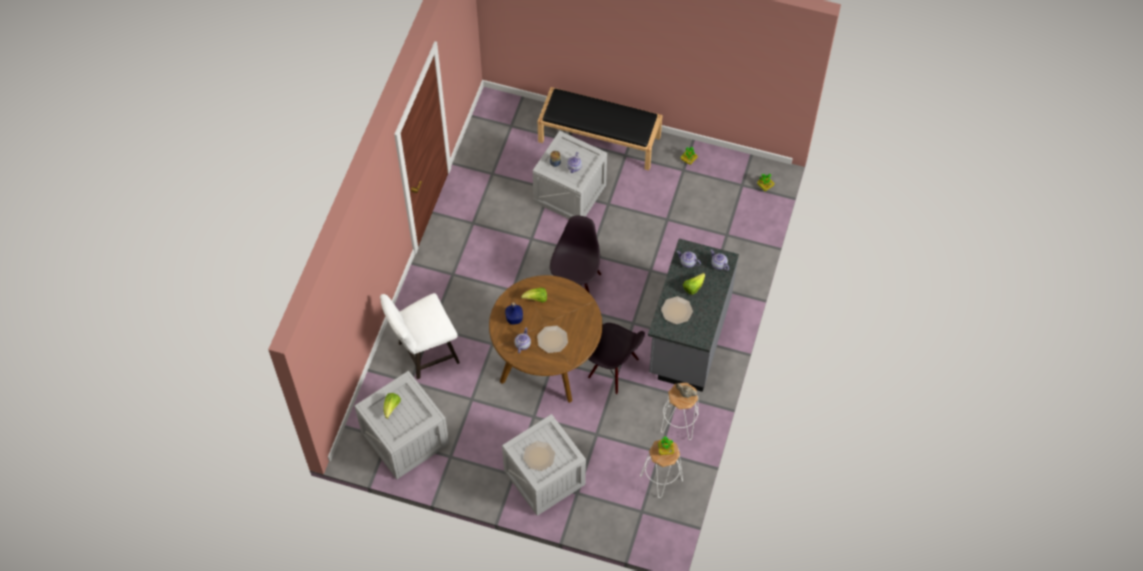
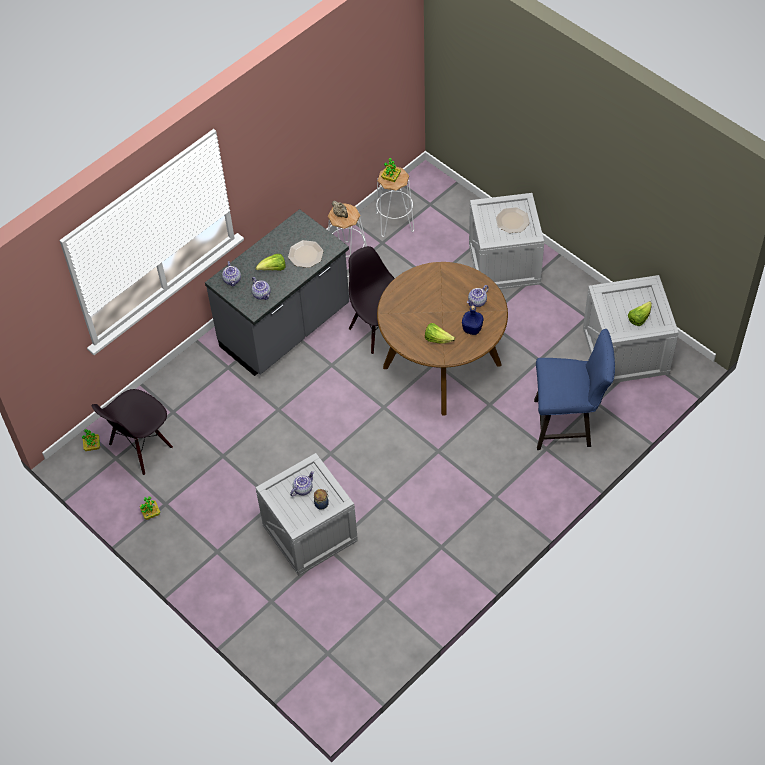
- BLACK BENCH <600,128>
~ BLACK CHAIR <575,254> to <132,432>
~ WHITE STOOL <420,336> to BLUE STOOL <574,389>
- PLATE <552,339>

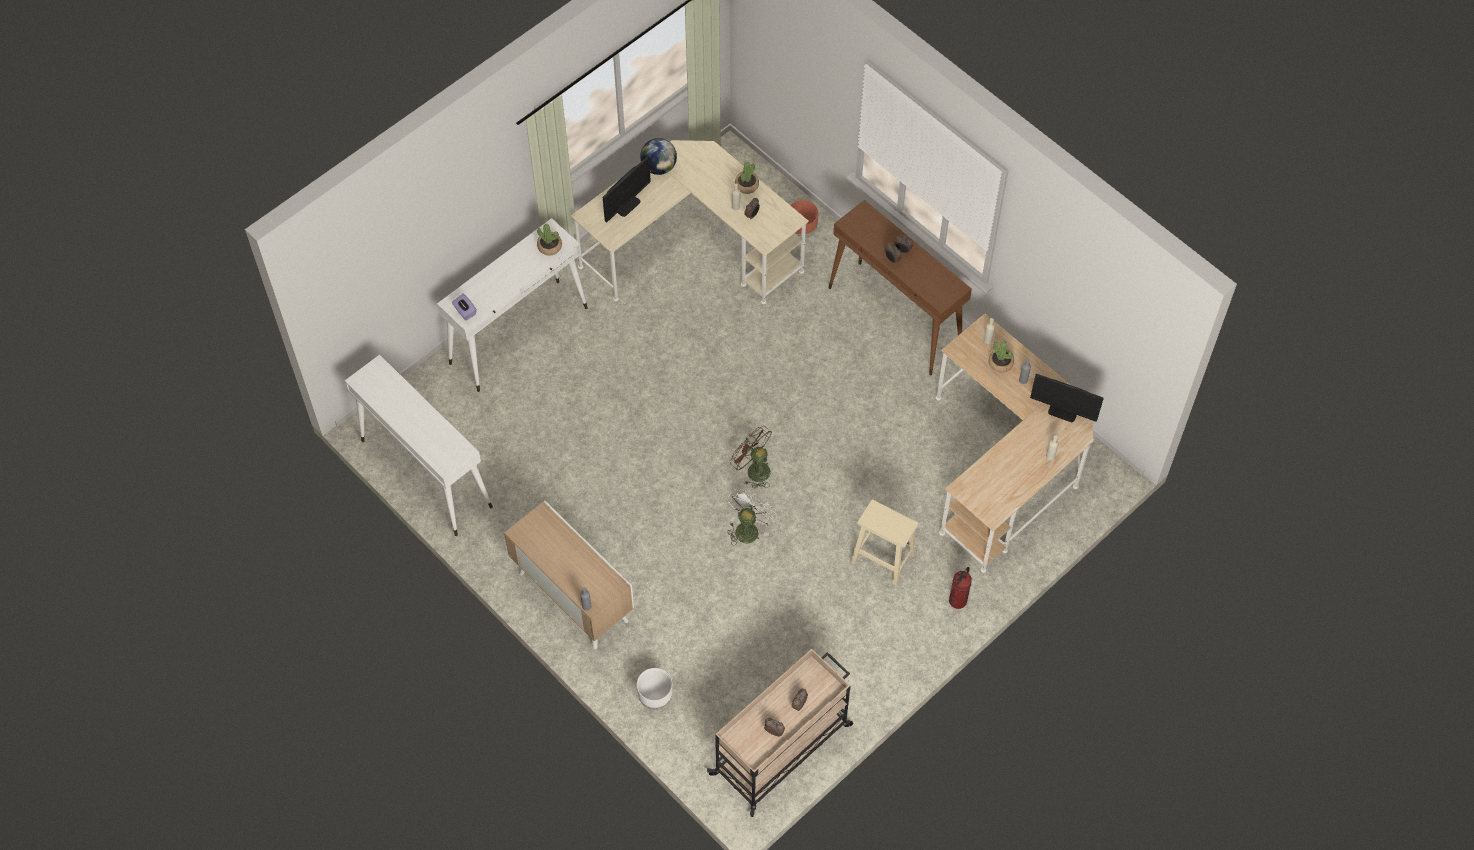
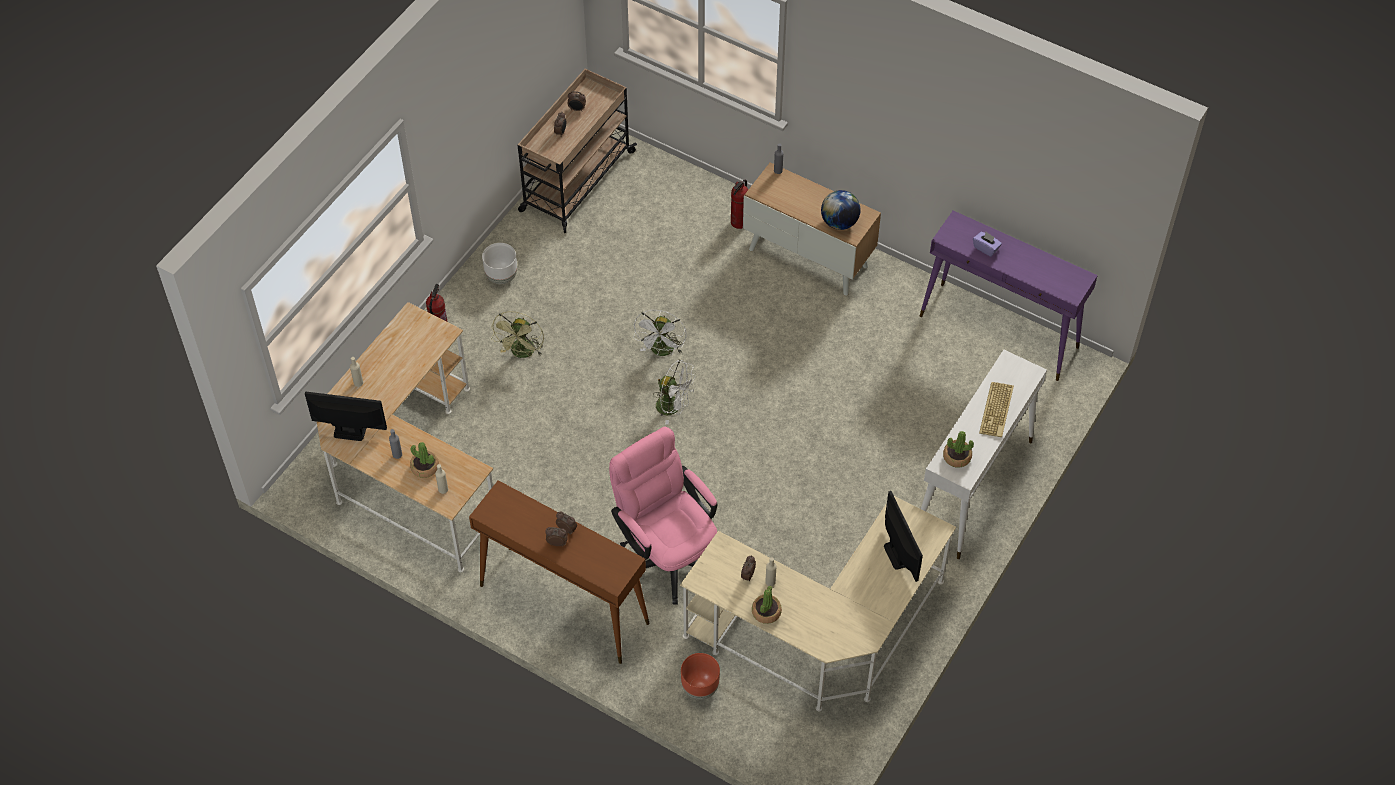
~ GLOBE <658,156> to <841,210>
~ MONITOR <627,189> = <903,536> 135 degrees clockwise
~ PURPLE TISSUE BOX <464,306> to <987,244>
~ WHITE CONSOLE TABLE <419,445> to PURPLE CONSOLE TABLE <1009,296>
~ BROWN FAN <751,457> to WHITE FAN <674,392>
~ BEIGE STOOL <885,542> to GREEN FAN <517,334>
~ WHITE PLANTER <655,689> to <499,263>
+ FIRE EXTINGUISHER <739,204>
+ KEYBOARD <996,409>
+ PINK OFFICE CHAIR <663,516>

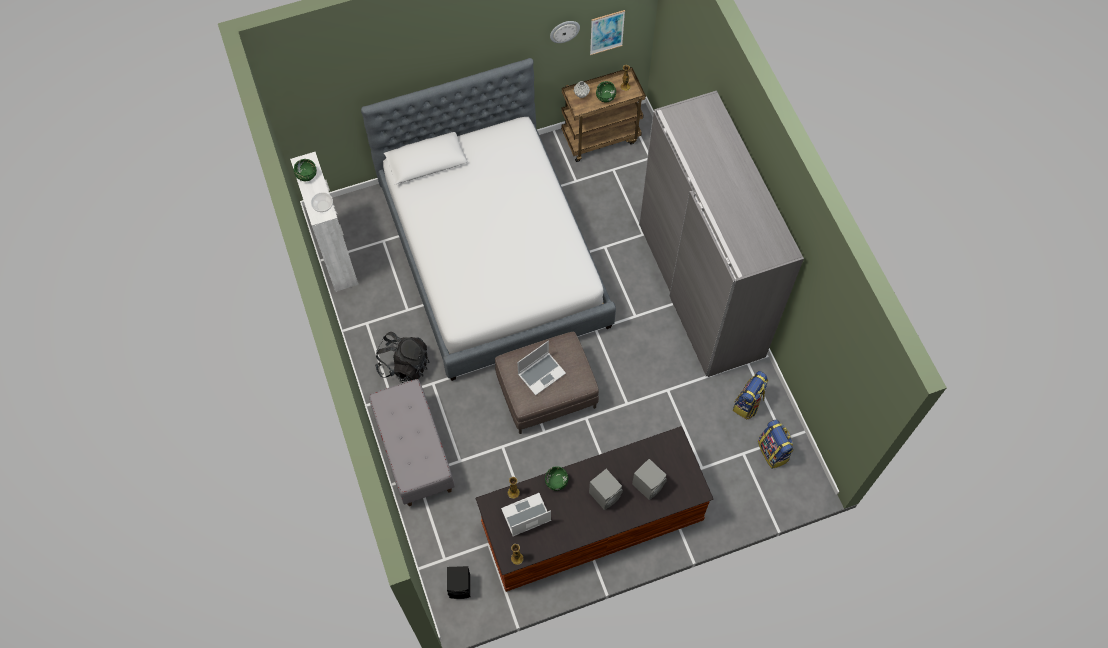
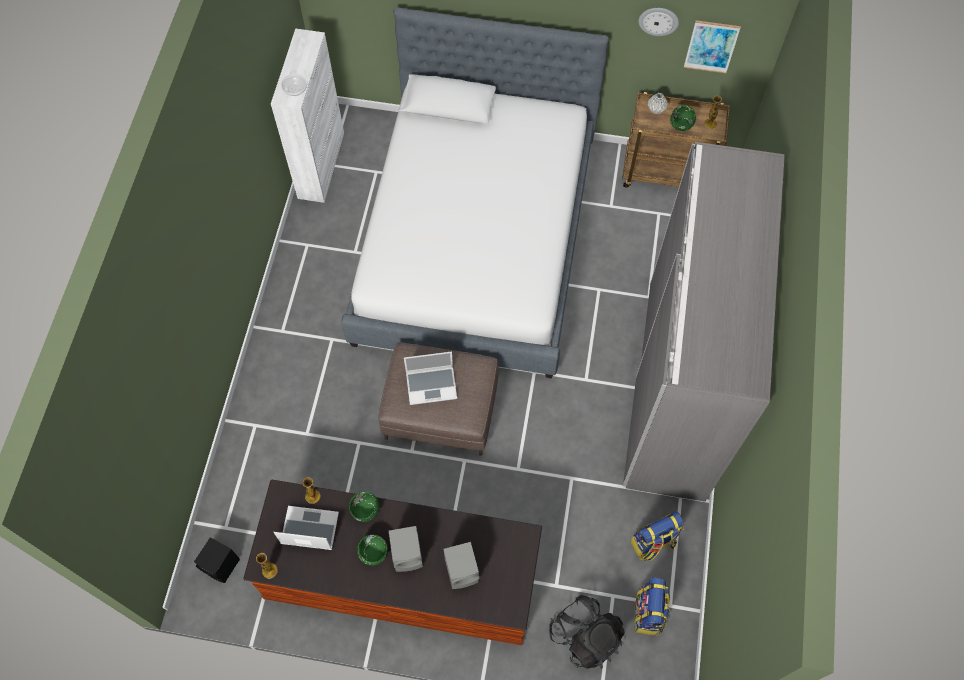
~ GREEN BOWL <305,170> to <372,550>
~ BLACK BACKPACK <402,357> to <587,632>
- GREY BENCH <412,442>

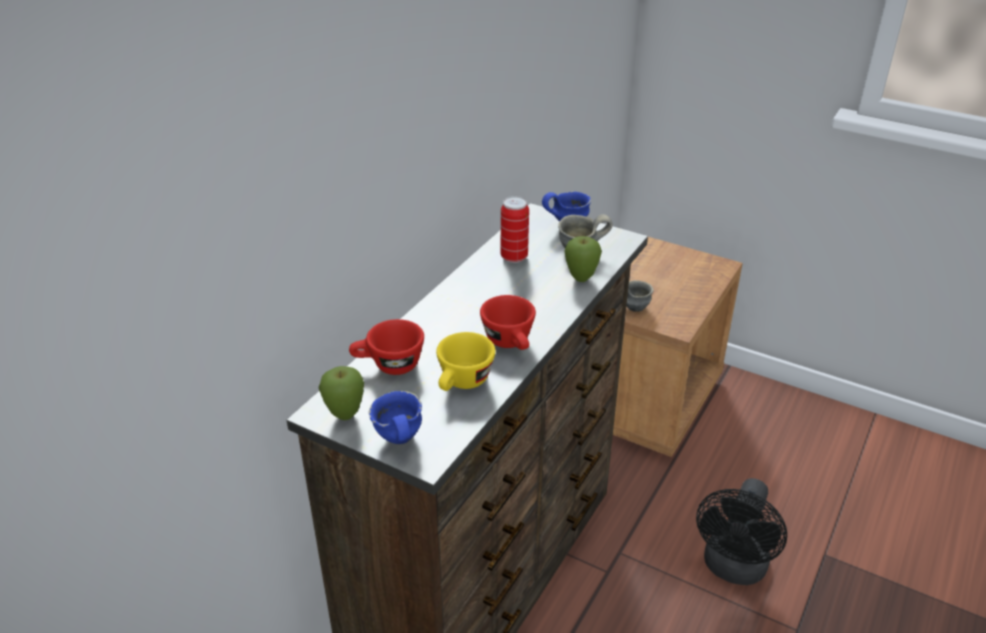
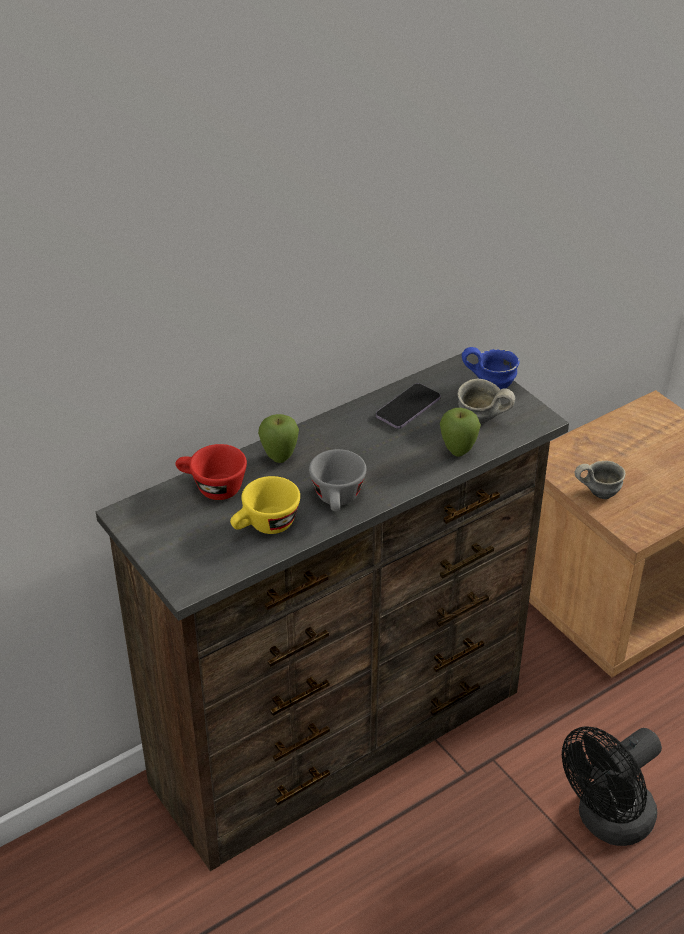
~ CAN <515,229> to PHONE <408,406>
~ RED CUP <508,322> to GREY CUP <338,480>
~ APPLE <341,393> to <278,438>
- BLUE MUG <395,417>

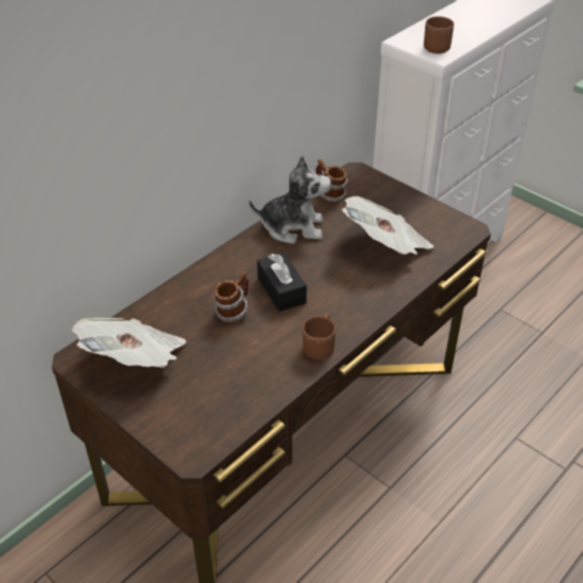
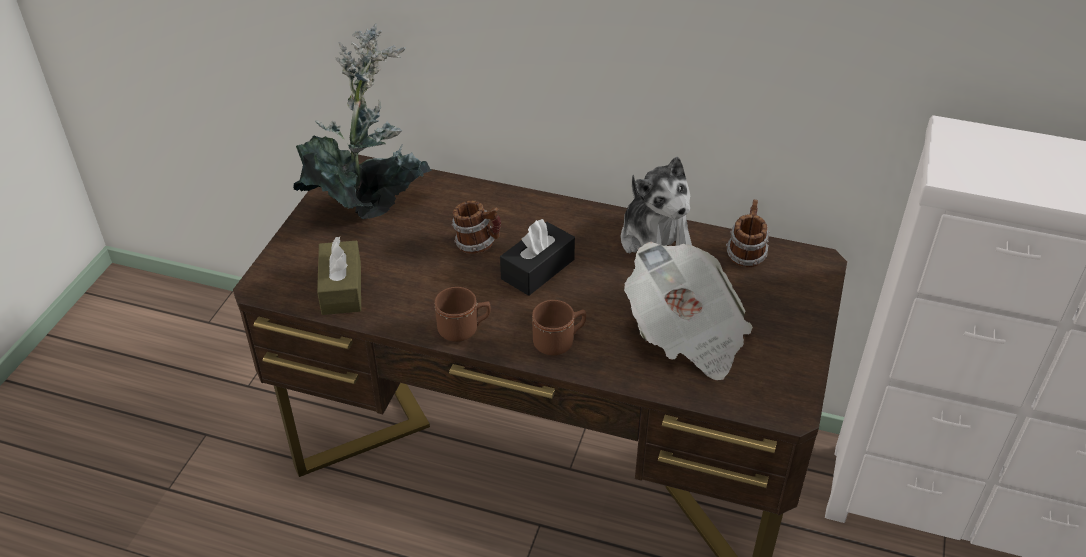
~ BROWN MUG <439,35> to <559,327>
~ NEWSPAPER <129,343> to POTTED PLANT <362,121>
+ BROWN TISSUE BOX <339,276>

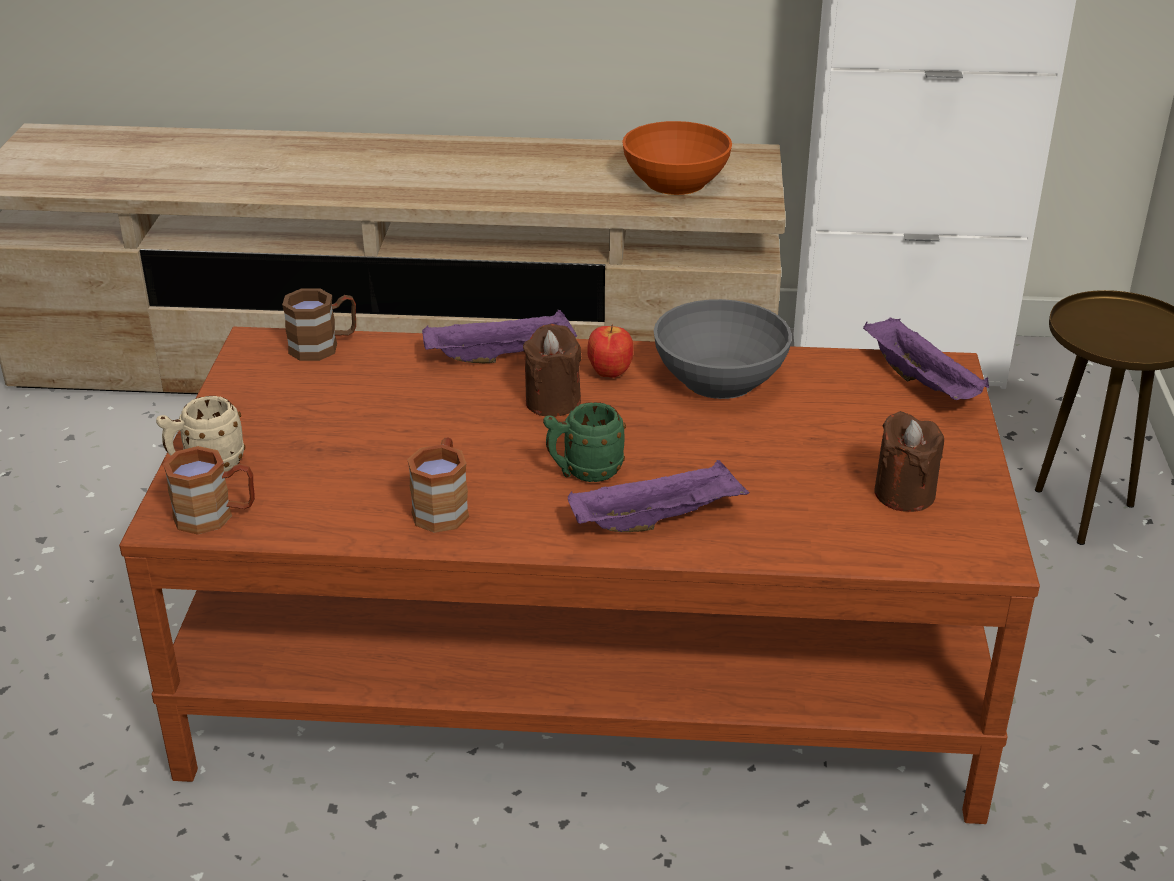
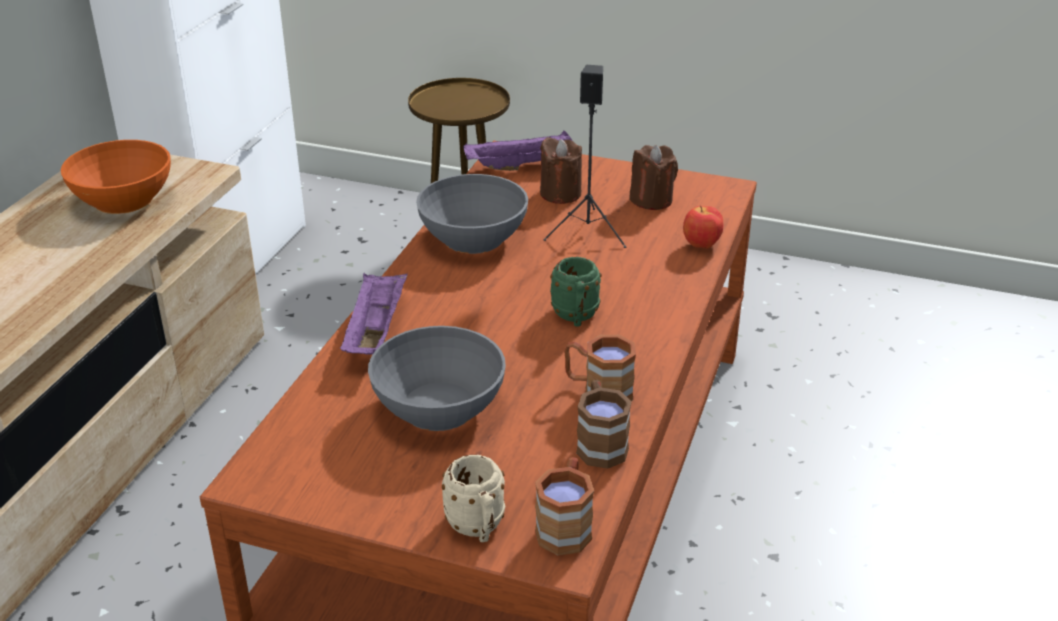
~ BROWN MUG <319,324> to <604,424>
~ BROWN CANDLE <552,370> to <561,170>
~ APPLE <610,351> to <703,227>
- PURPLE TRAY <658,496>
+ BLACK SPEAKER <585,156>
+ GREY BOWL <437,378>

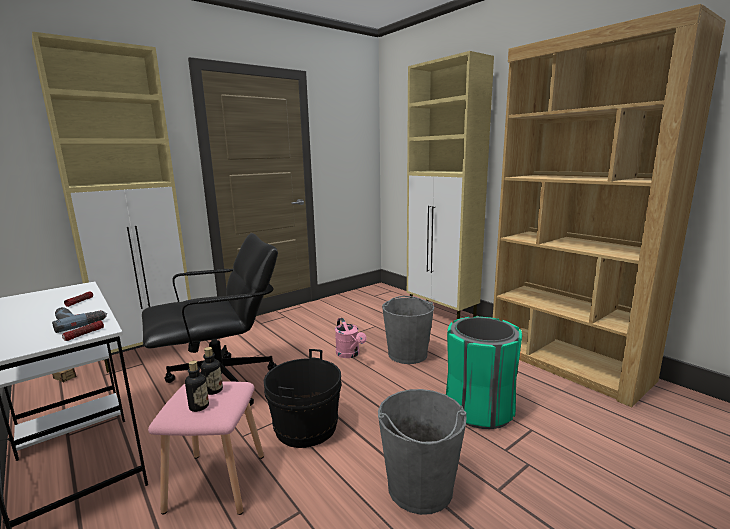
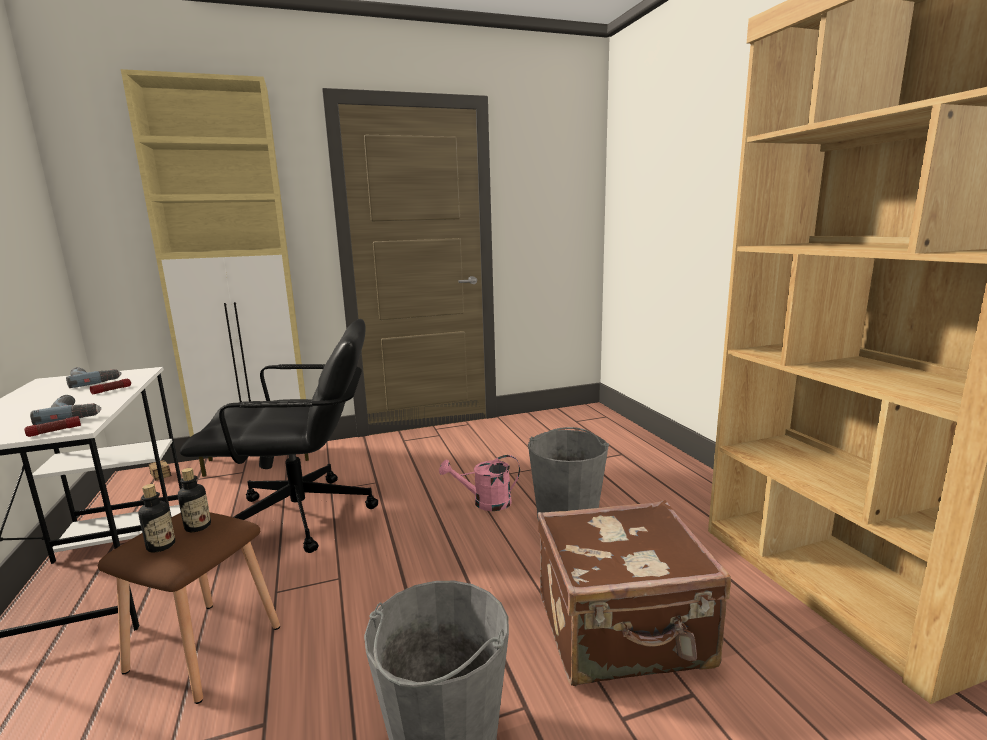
- BEIGE CABINET <450,185>
~ GREEN TRASH CAN <484,372> to BROWN SUITCASE <634,593>
~ PINK WATERING CAN <350,338> = <479,483> 90 degrees clockwise
- BLACK BUCKET <302,398>
~ PINK STOOL <206,448> to BROWN STOOL <189,608>
+ POWER DRILL <93,377>

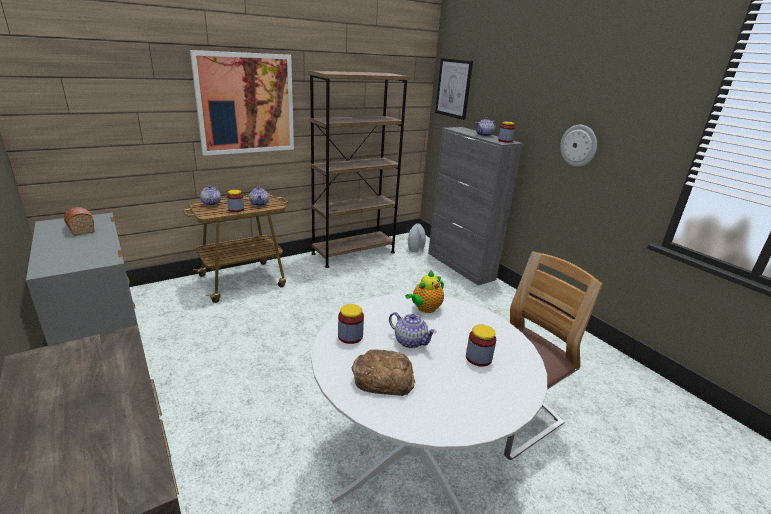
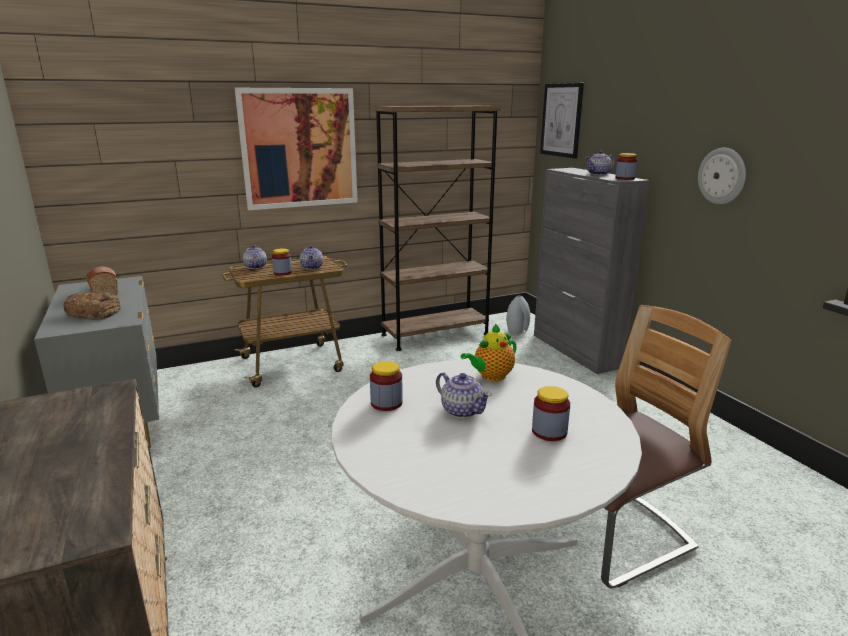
~ BREAD <383,372> to <92,305>

